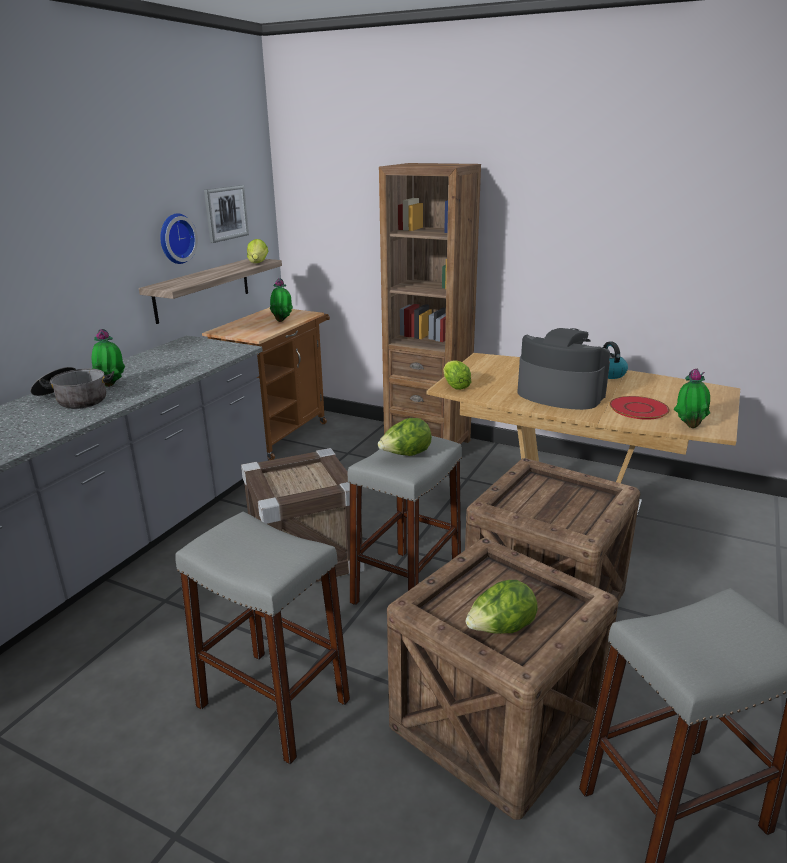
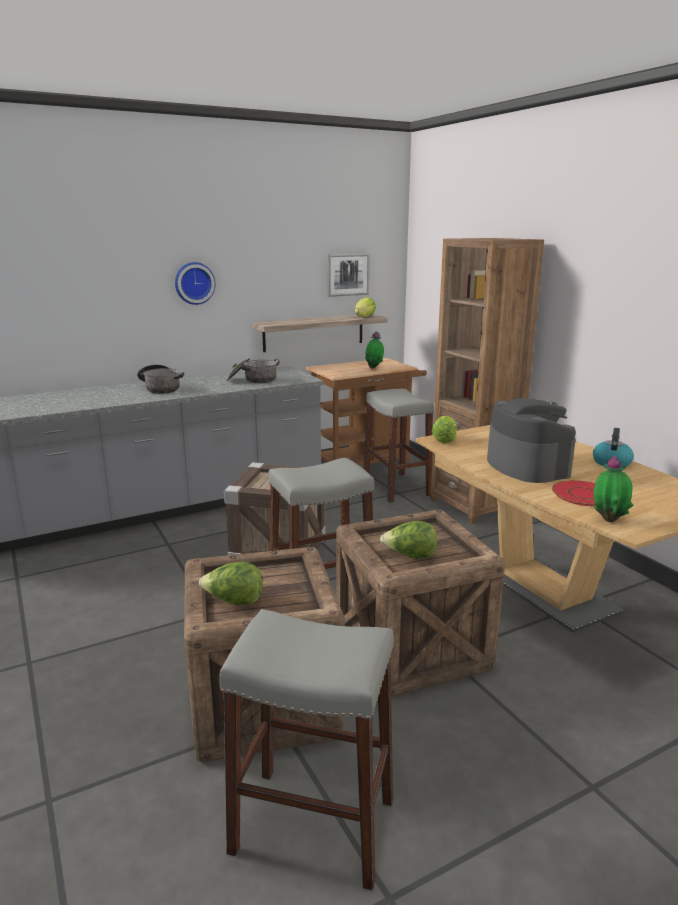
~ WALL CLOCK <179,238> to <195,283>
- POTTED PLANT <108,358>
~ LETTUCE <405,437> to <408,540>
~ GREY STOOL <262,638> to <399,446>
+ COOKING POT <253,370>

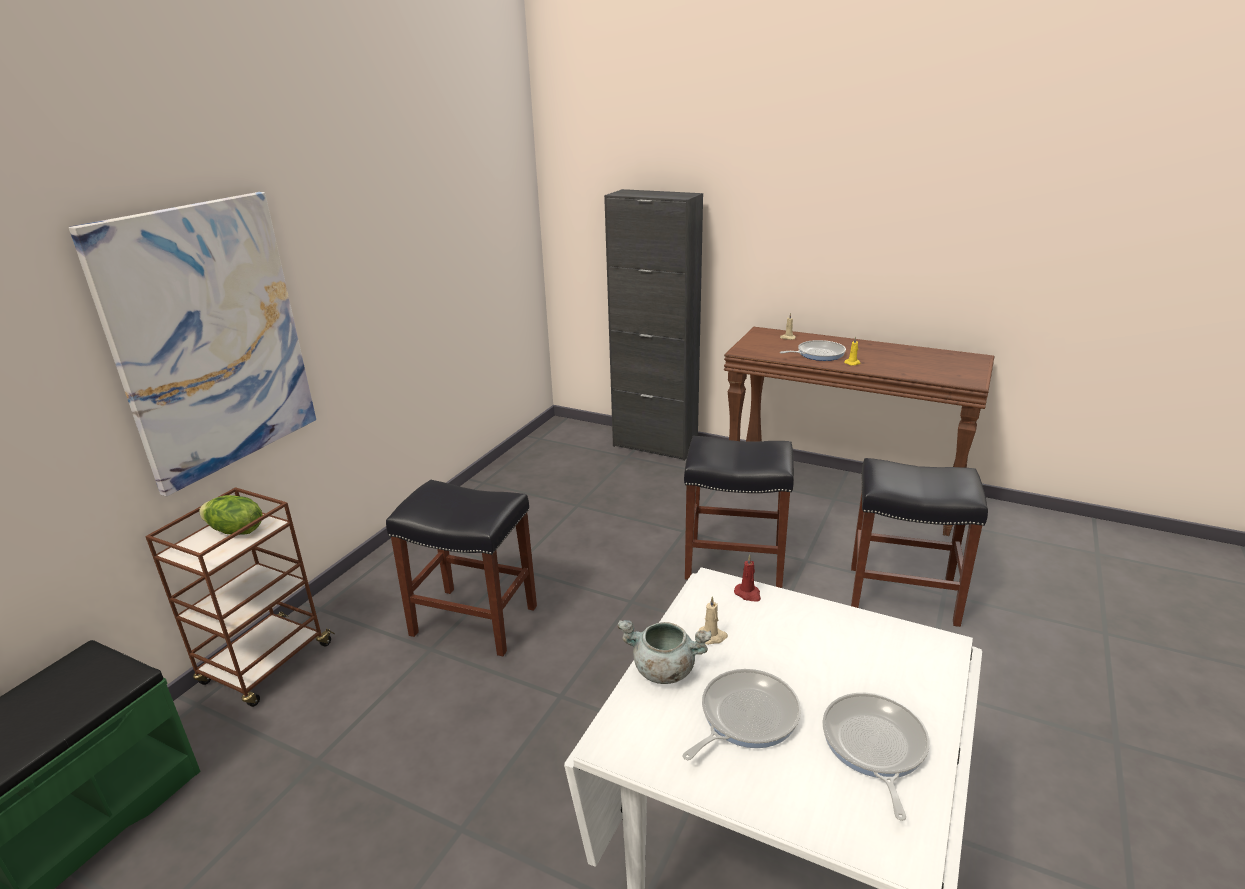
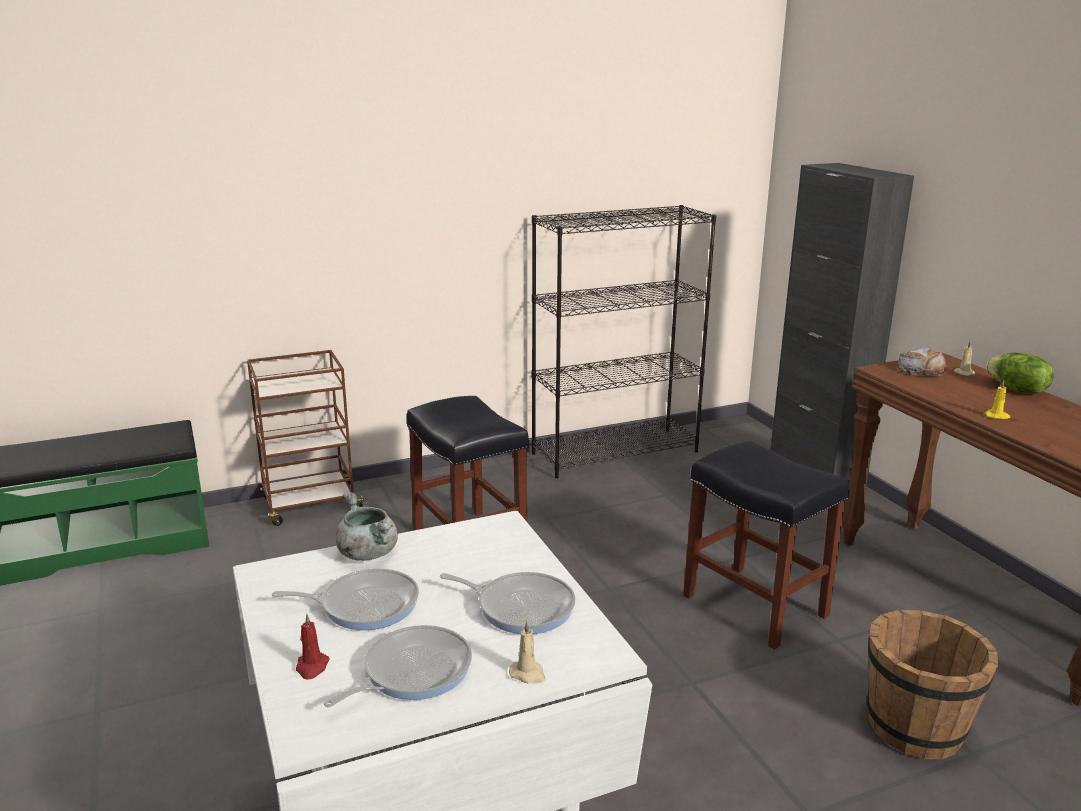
- PICTURE <192,344>
~ FRYING PAN <813,350> to <507,603>
~ BLACK STOOL <919,542> to BROWN BUCKET <932,685>
~ LETTUCE <231,515> to <1020,373>
~ RED CANDLE <747,578> to <313,647>
~ BEIGE CANDLE <713,620> to <527,652>
+ BLACK BOOKCASE <623,341>
+ BREAD <922,361>

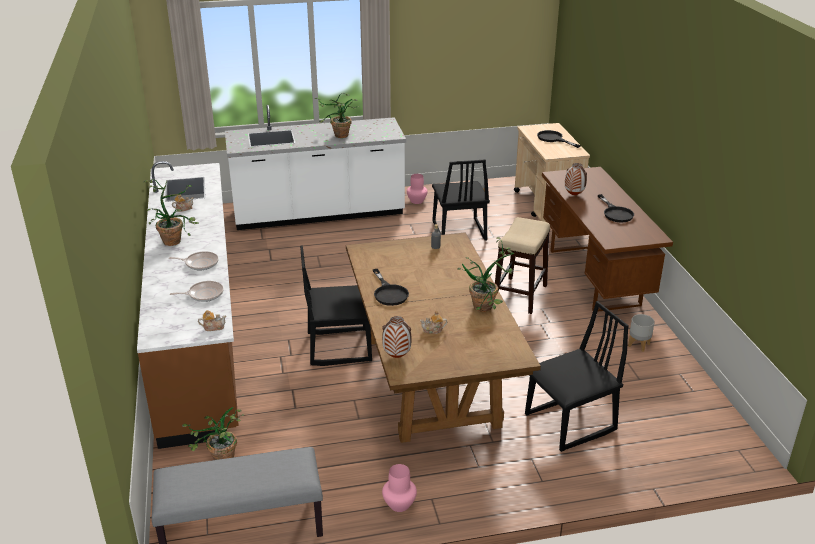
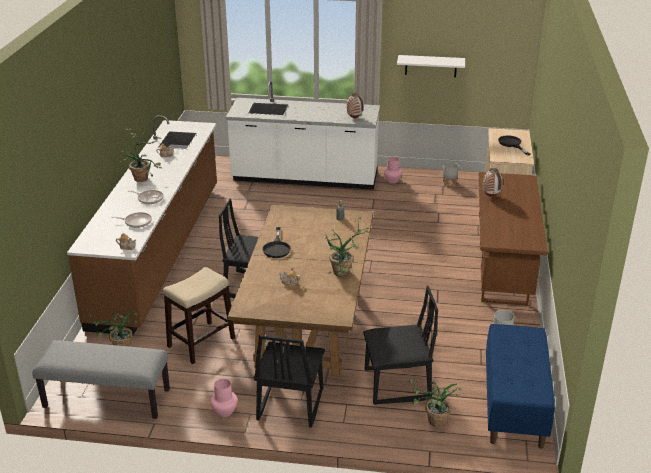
~ POTTED PLANT <337,115> to <436,403>
~ BLACK CHAIR <461,199> to <289,381>
- BLACK FRYING PAN <616,208>
~ STOOL <522,265> to <199,315>
~ VASE <396,337> to <355,105>
+ WHITE SHELF <431,66>
+ BLUE BENCH <520,386>

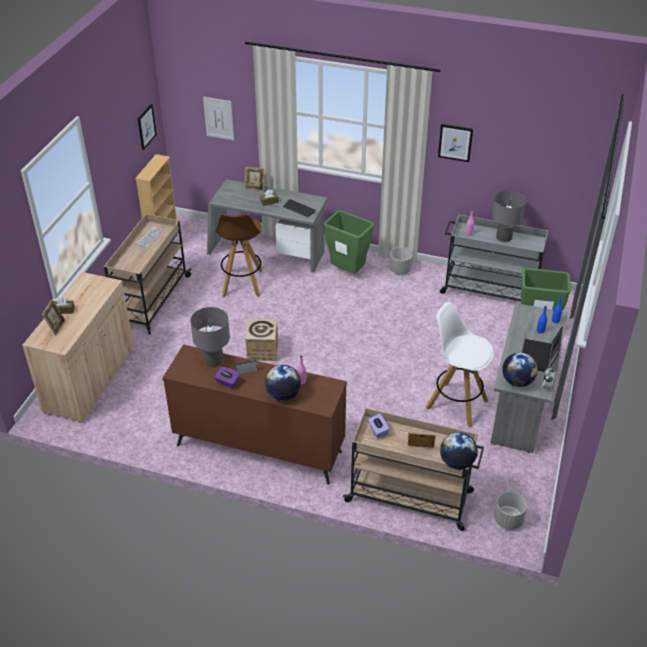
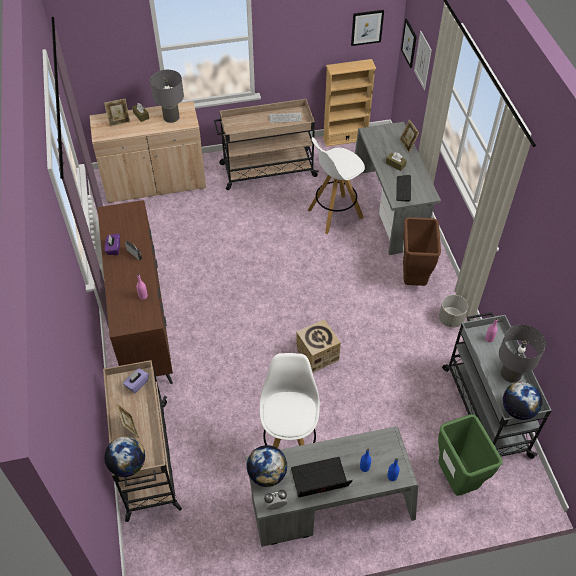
~ PICTURE <455,143> to <409,43>
~ GREEN TRASH CAN <349,241> to BROWN TRASH CAN <422,251>
~ BROWN STOOL <239,255> to WHITE STOOL <336,185>
~ GREY TABLE LAMP <210,337> to <167,96>
~ CARDBOARD BOX <261,340> to <318,346>
~ GLOBE <283,383> to <522,401>
- GREY PLANTER <510,511>

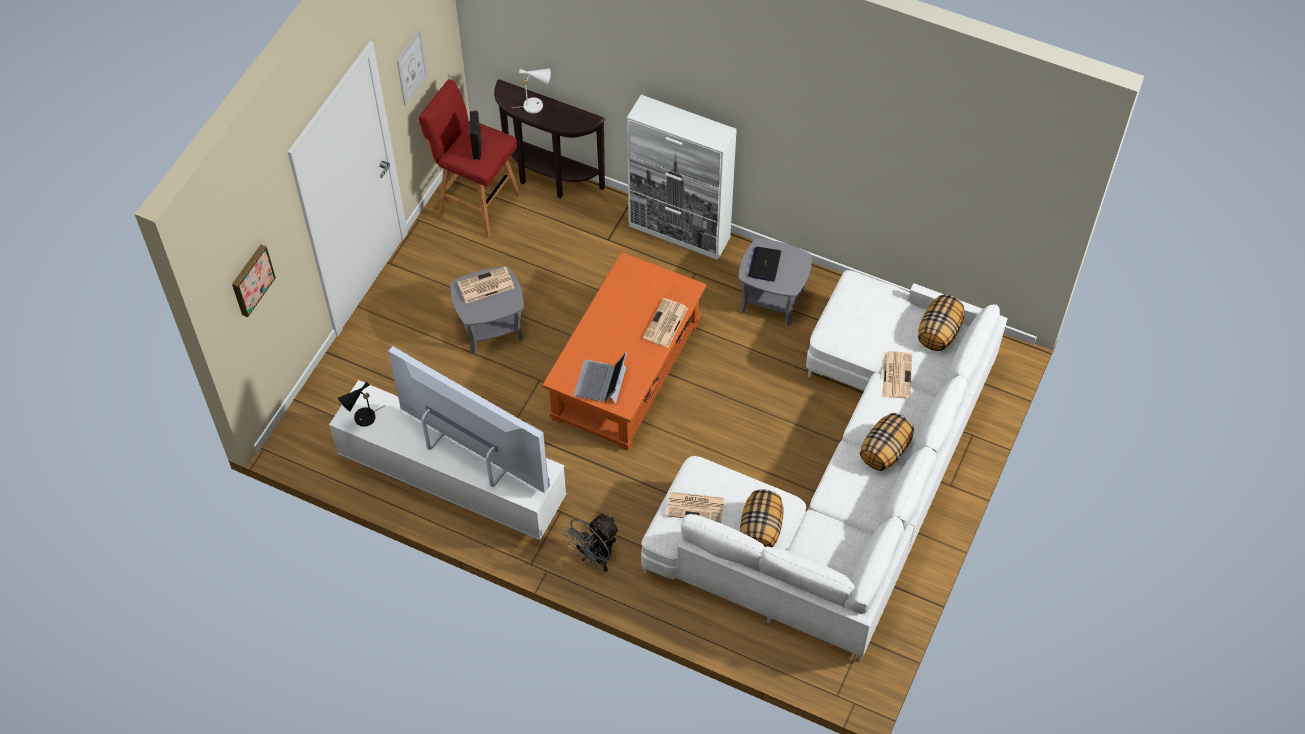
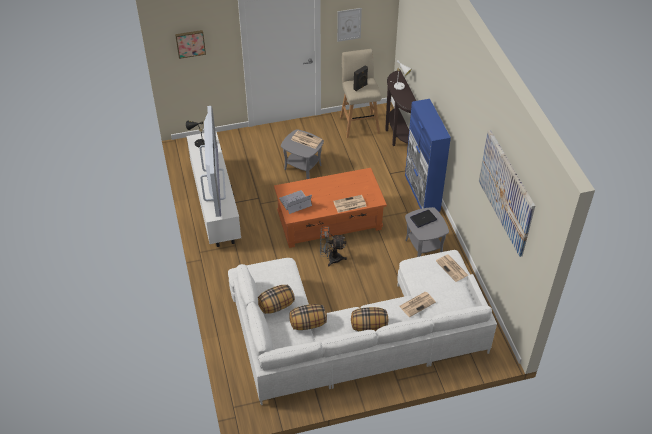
~ RED STOOL <469,158> to BEIGE STOOL <361,93>
~ WHITE CABINET <682,177> to BLUE CABINET <428,155>
~ PILLOW <941,322> to <308,317>
~ NEWSPAPER <695,507> to <452,268>
~ GREY FAN <591,543> to <333,247>
+ PICTURE <507,193>

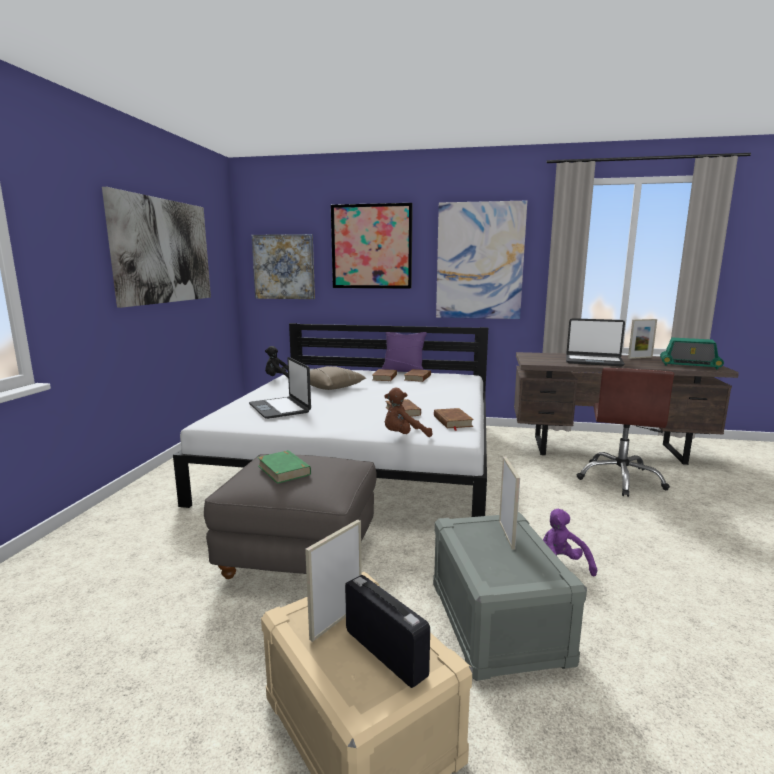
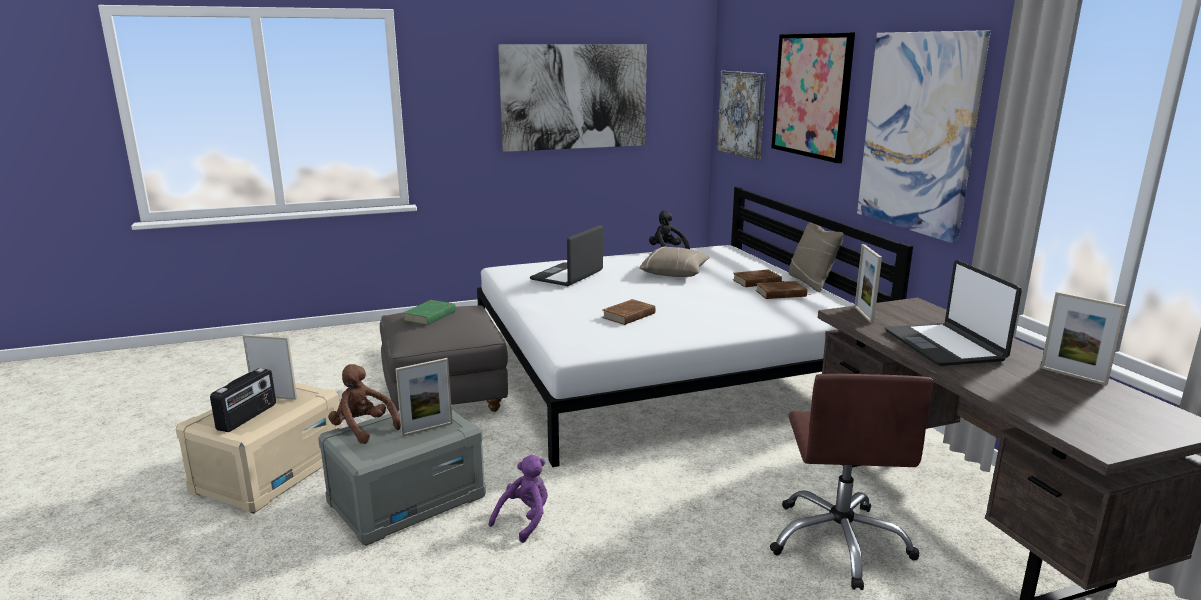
~ PURPLE PILLOW <404,352> to BEIGE PILLOW <816,257>
- RADIO <692,353>
~ BROWN OFFICE CHAIR <625,432> = <852,482> 75 degrees counterclockwise
~ BROWN PLUSH TOY <408,412> to <364,404>
- BROWN BOOK <454,419>
+ PICTURE FRAME <868,283>

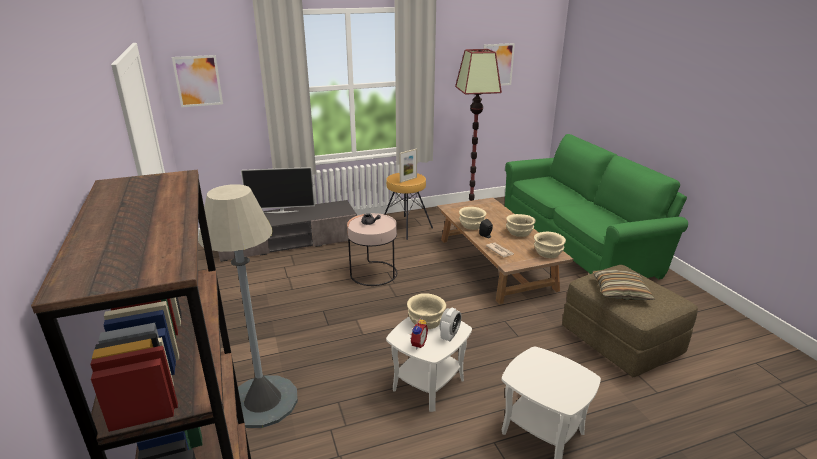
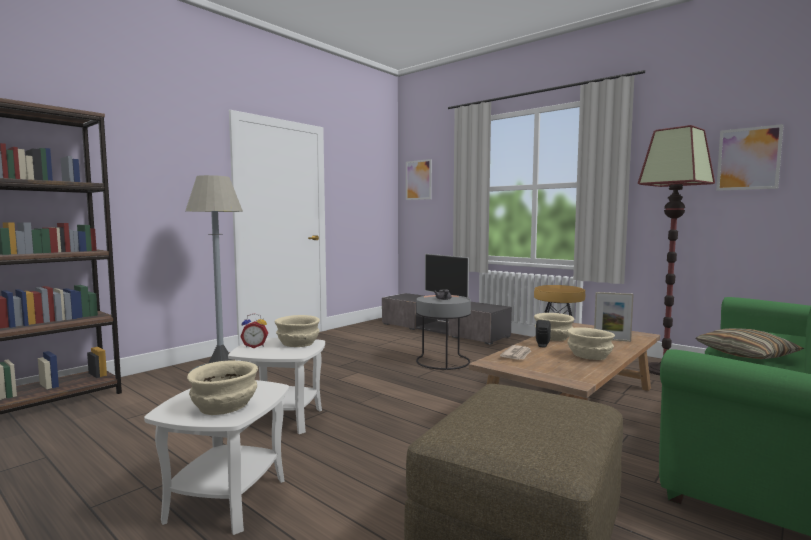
~ PICTURE FRAME <408,166> to <614,317>
~ PINK SIDE TABLE <372,249> to GREY SIDE TABLE <443,332>
~ BEIGE BOWL <550,244> to <222,388>
~ PILLOW <624,285> to <750,343>
- ALARM CLOCK <450,324>

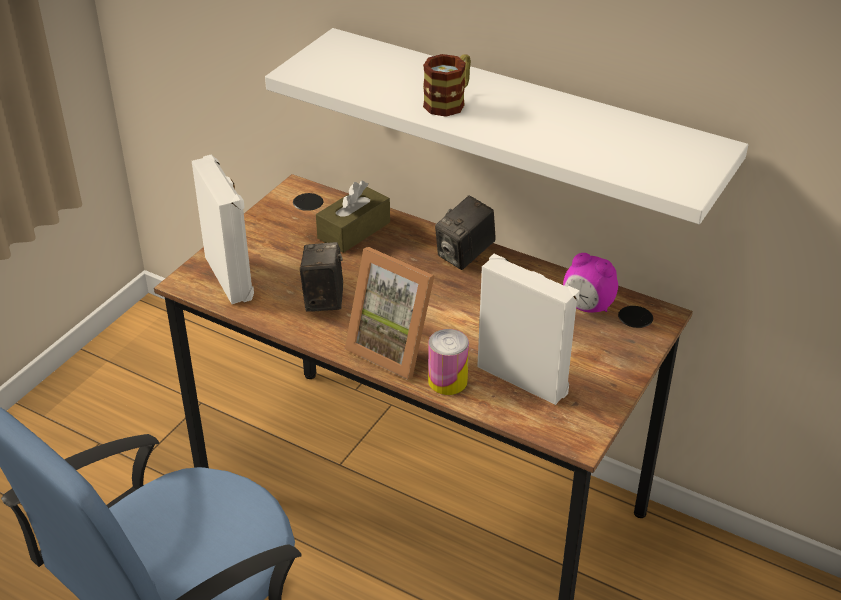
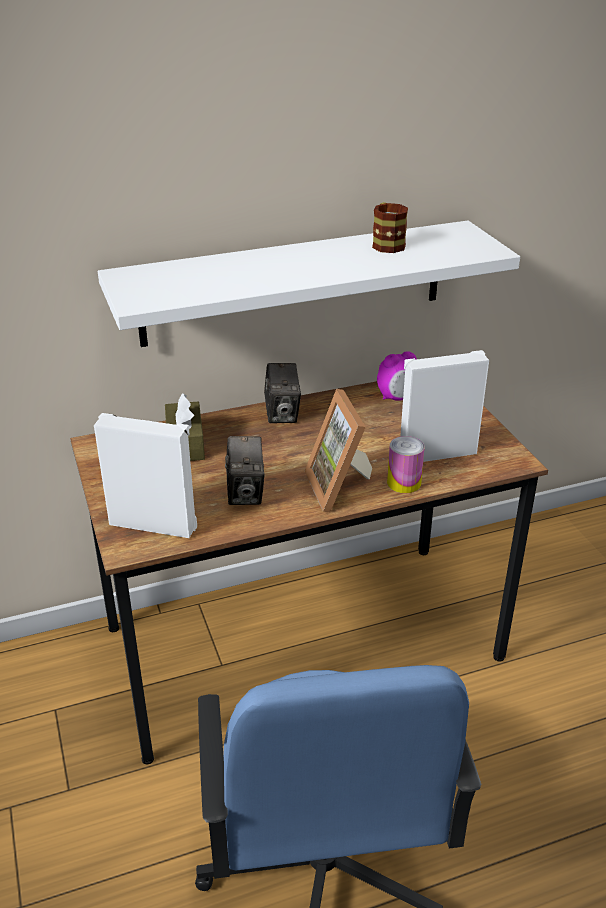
~ MUG <447,85> to <390,227>
~ PHOTO CAMERA <321,277> = <245,470> 135 degrees counterclockwise
~ PICTURE FRAME <389,313> = <338,450> 90 degrees clockwise

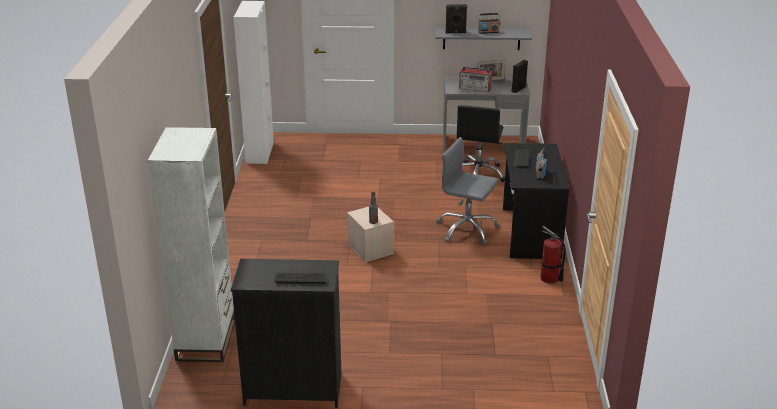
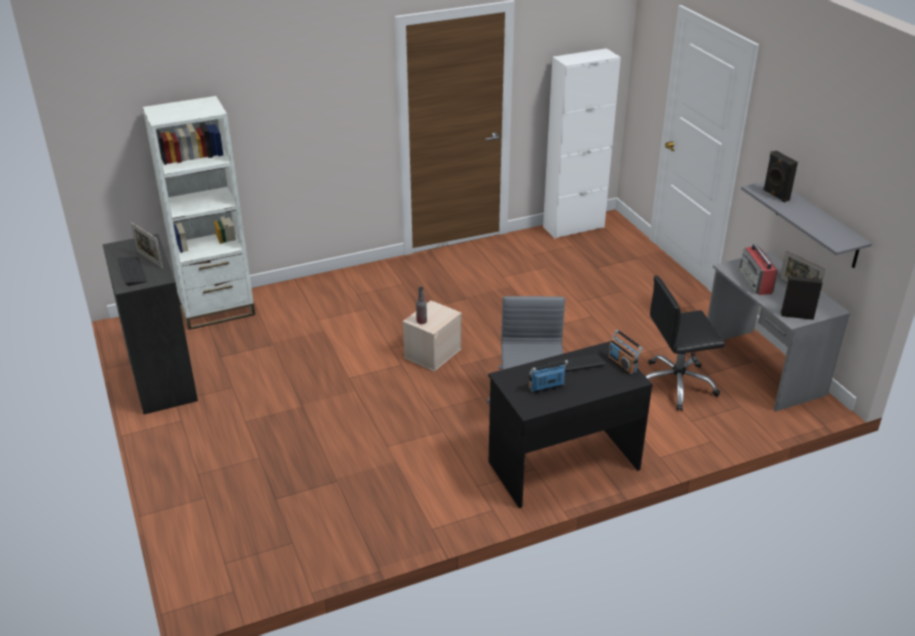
~ RADIO <489,23> to <625,352>
- FIRE EXTINGUISHER <553,255>
+ PICTURE FRAME <147,245>

